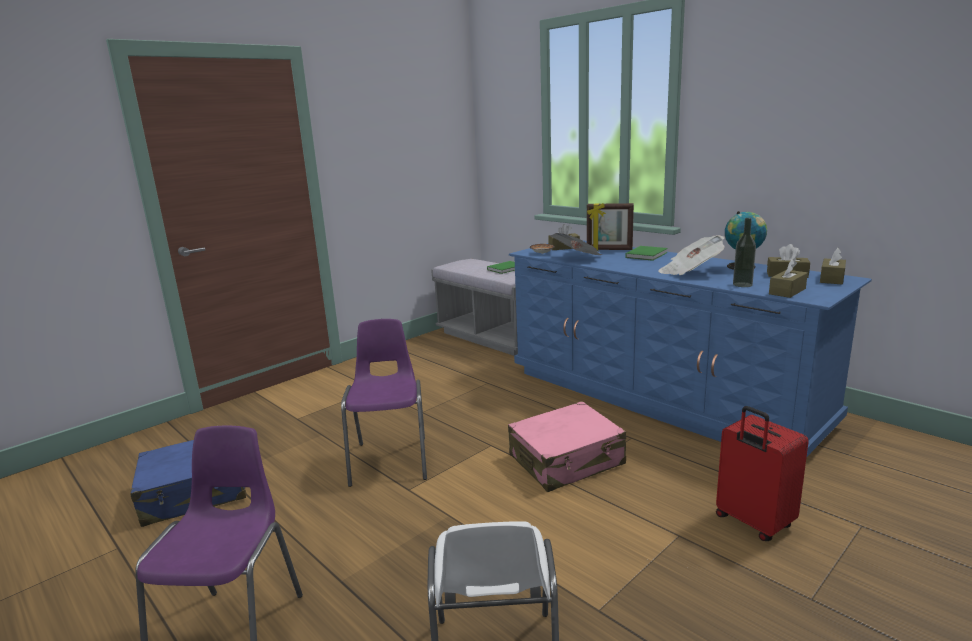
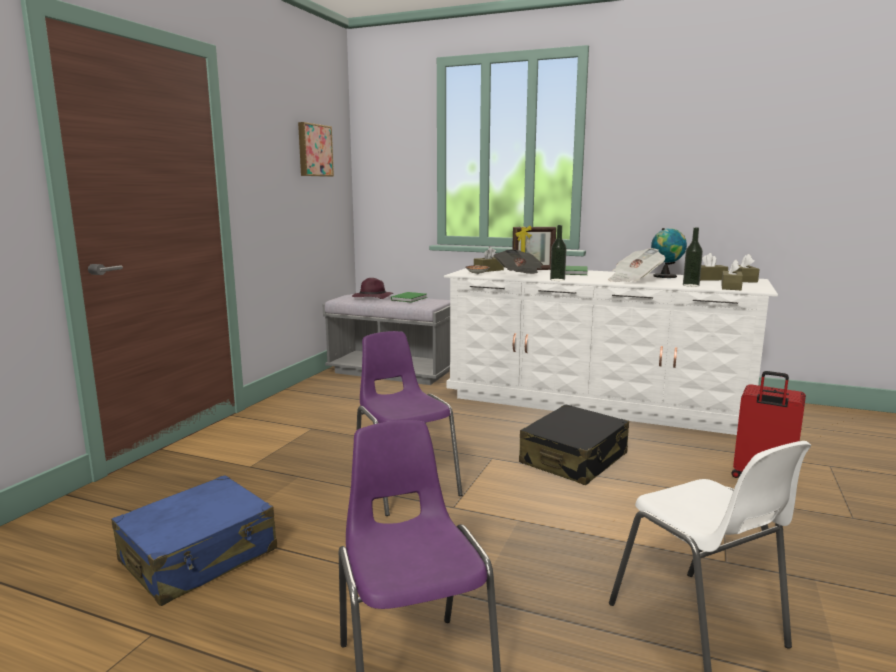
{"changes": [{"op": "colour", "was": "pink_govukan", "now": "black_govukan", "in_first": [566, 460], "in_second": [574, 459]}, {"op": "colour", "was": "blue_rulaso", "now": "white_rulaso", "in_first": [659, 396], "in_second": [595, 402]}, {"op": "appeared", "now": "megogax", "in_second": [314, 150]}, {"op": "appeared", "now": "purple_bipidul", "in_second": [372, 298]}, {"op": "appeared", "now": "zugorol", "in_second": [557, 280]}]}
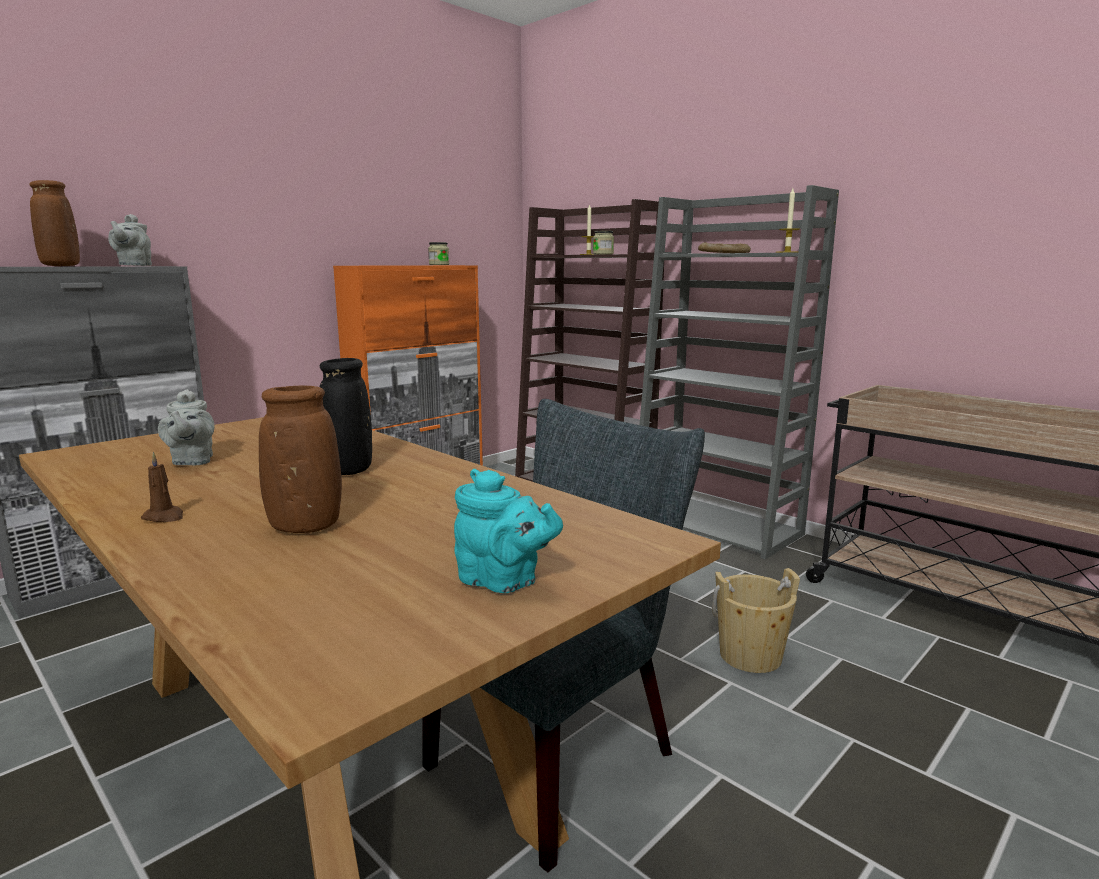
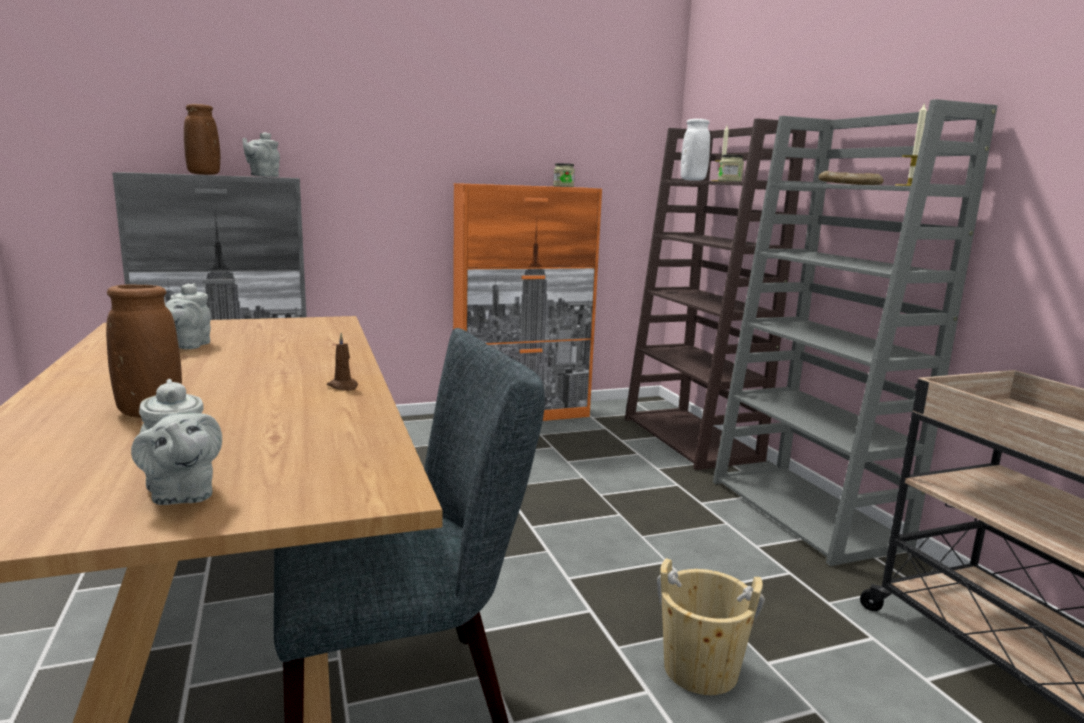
{"changes": [{"op": "relocated", "was": "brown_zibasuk", "in_first": [164, 517], "in_second": [343, 386]}, {"op": "missing", "was": "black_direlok", "in_first": [348, 471]}, {"op": "colour", "was": "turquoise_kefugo", "now": "grey_kefugo", "in_first": [503, 582], "in_second": [181, 494]}, {"op": "appeared", "now": "white_direlok", "in_second": [693, 180]}]}
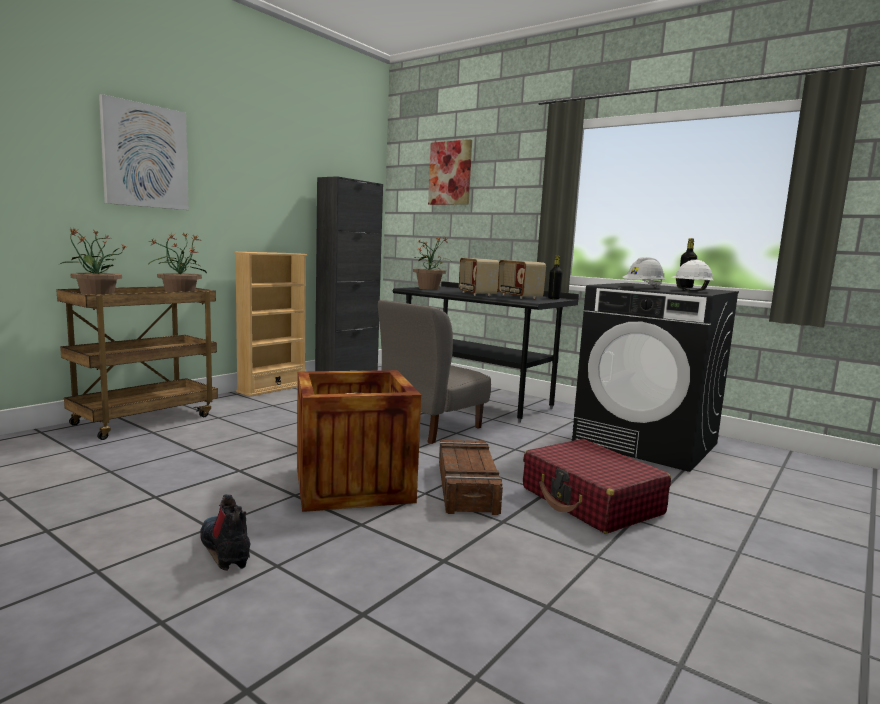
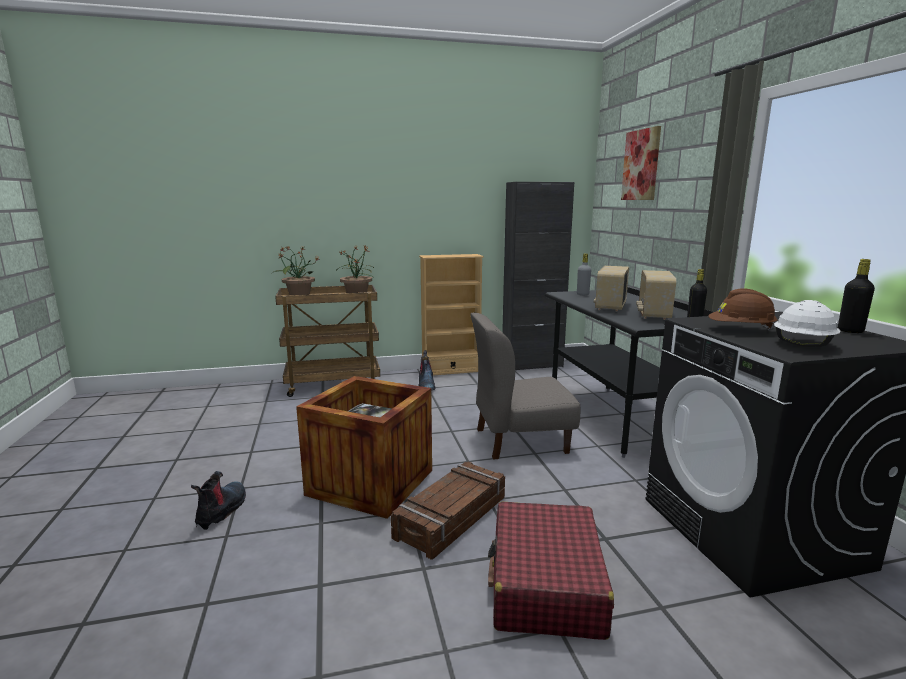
{"changes": [{"op": "missing", "was": "megogax", "in_first": [145, 156]}, {"op": "exchanged", "was": "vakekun", "now": "grey_zugorol", "in_first": [429, 288], "in_second": [582, 294]}, {"op": "colour", "was": "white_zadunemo", "now": "brown_zadunemo", "in_first": [643, 287], "in_second": [740, 330]}, {"op": "appeared", "now": "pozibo", "in_second": [426, 385]}]}
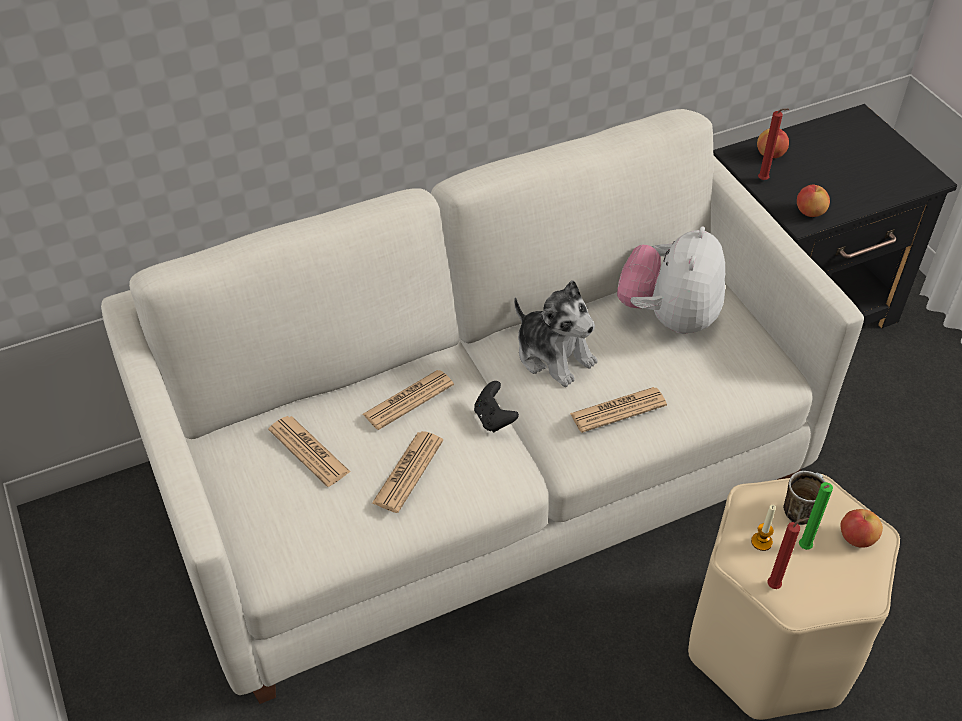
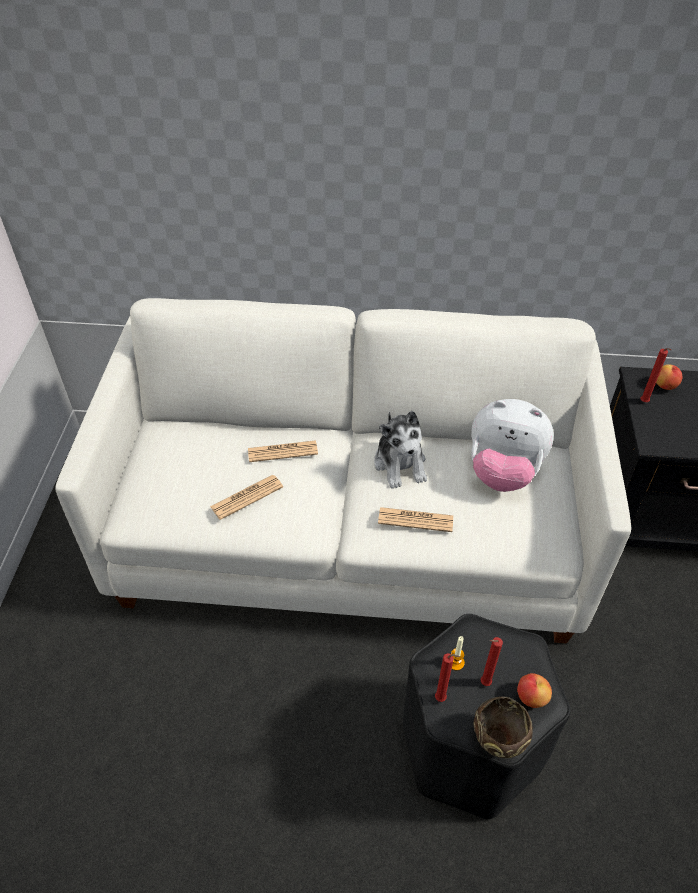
{"changes": [{"op": "missing", "was": "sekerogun", "in_first": [309, 451]}, {"op": "missing", "was": "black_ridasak", "in_first": [494, 419]}, {"op": "spun", "was": "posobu", "in_first": [669, 317], "in_second": [503, 472], "clockwise": -120}, {"op": "colour", "was": "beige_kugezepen", "now": "black_kugezepen", "in_first": [771, 646], "in_second": [470, 749]}, {"op": "missing", "was": "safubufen", "in_first": [800, 509]}, {"op": "missing", "was": "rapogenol", "in_first": [809, 212]}, {"op": "colour", "was": "green_zibasuk", "now": "red_zibasuk", "in_first": [803, 548], "in_second": [483, 683]}, {"op": "appeared", "now": "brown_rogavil", "in_second": [498, 741]}]}
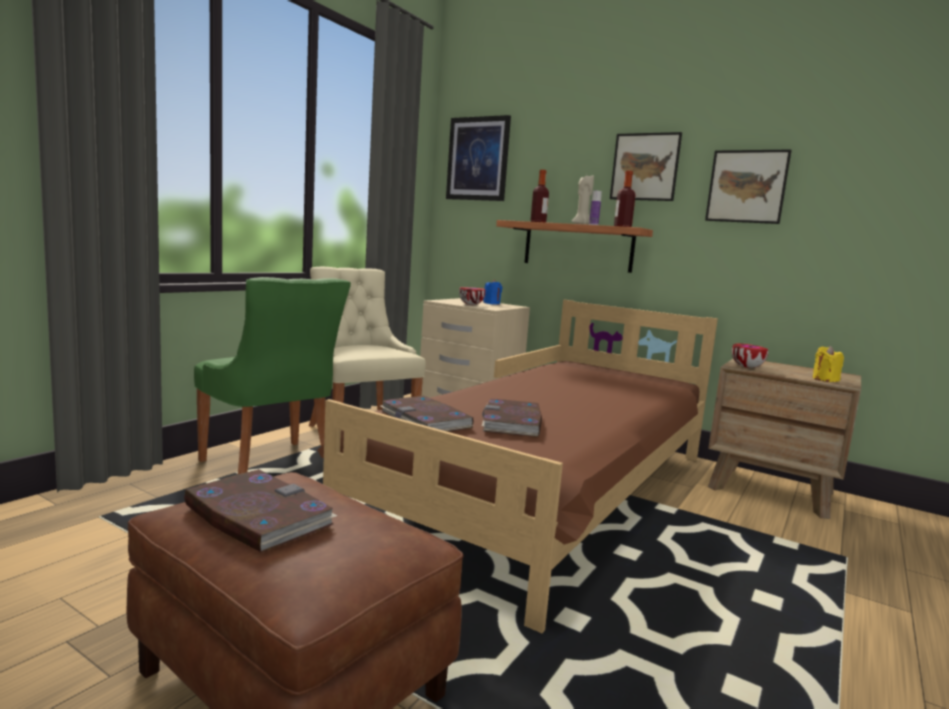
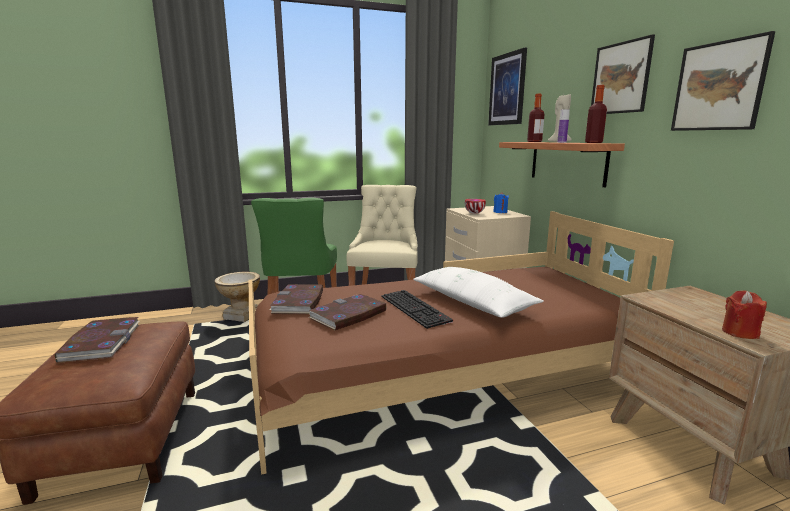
{"changes": [{"op": "missing", "was": "rogavil", "in_first": [746, 367]}, {"op": "colour", "was": "yellow_zibasuk", "now": "red_zibasuk", "in_first": [825, 379], "in_second": [739, 332]}, {"op": "appeared", "now": "direlok", "in_second": [241, 316]}, {"op": "appeared", "now": "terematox", "in_second": [416, 308]}, {"op": "appeared", "now": "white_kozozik", "in_second": [472, 303]}]}
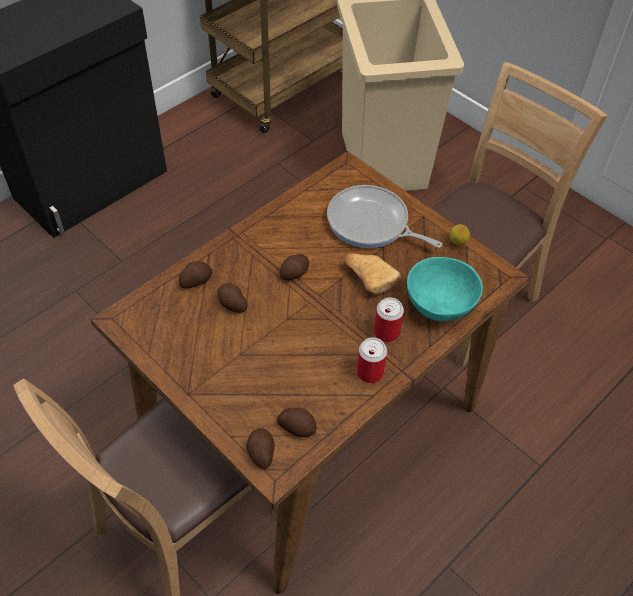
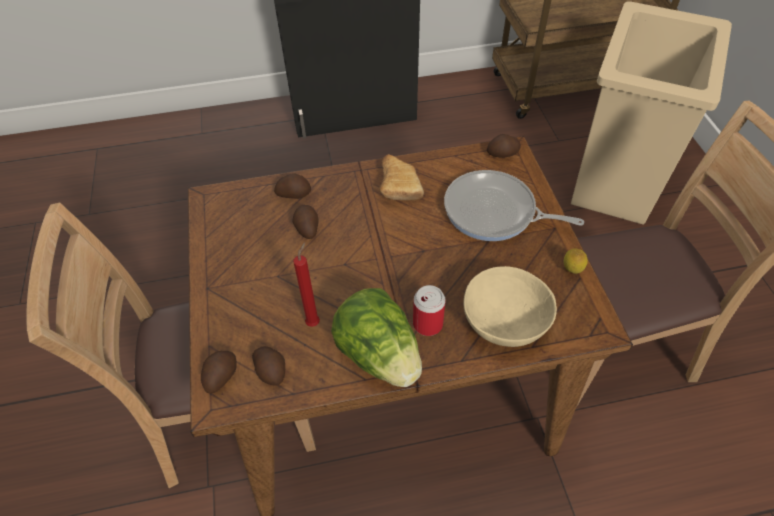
{"changes": [{"op": "relocated", "was": "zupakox", "in_first": [295, 273], "in_second": [503, 154]}, {"op": "spun", "was": "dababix", "in_first": [371, 224], "in_second": [494, 212], "clockwise": -45}, {"op": "relocated", "was": "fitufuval", "in_first": [368, 277], "in_second": [398, 184]}, {"op": "exchanged", "was": "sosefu", "now": "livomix", "in_first": [370, 372], "in_second": [380, 355]}, {"op": "colour", "was": "turquoise_rogavil", "now": "beige_rogavil", "in_first": [438, 306], "in_second": [502, 324]}, {"op": "appeared", "now": "red_zibasuk", "in_second": [314, 322]}]}
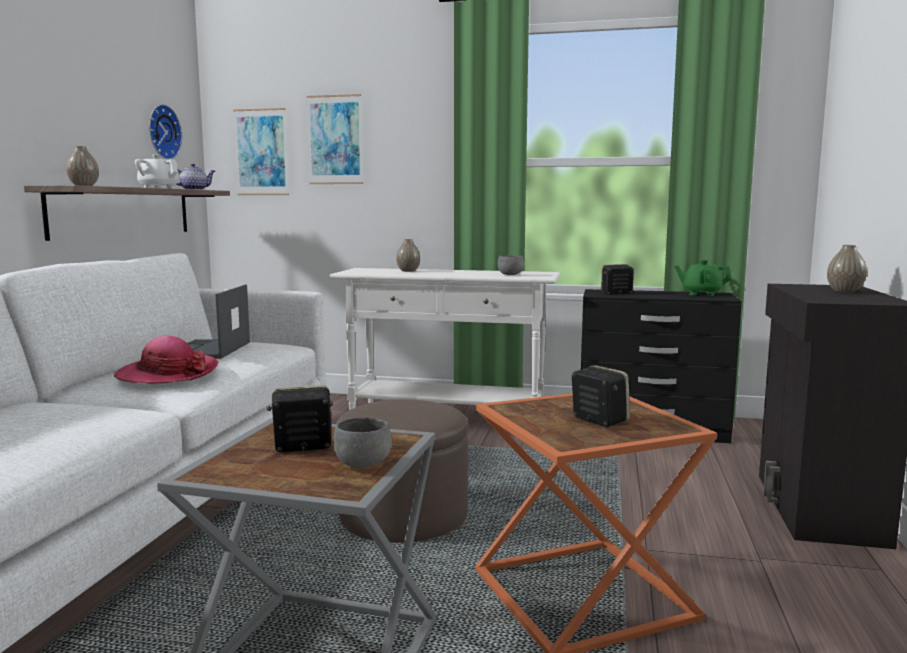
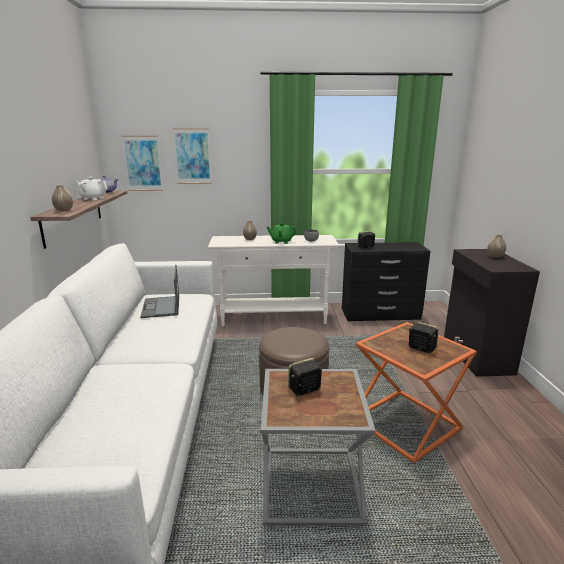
{"changes": [{"op": "missing", "was": "bipidul", "in_first": [167, 374]}, {"op": "missing", "was": "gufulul", "in_first": [162, 132]}, {"op": "missing", "was": "grey_rogavil", "in_first": [363, 464]}, {"op": "relocated", "was": "green_kefugo", "in_first": [701, 294], "in_second": [281, 241]}]}
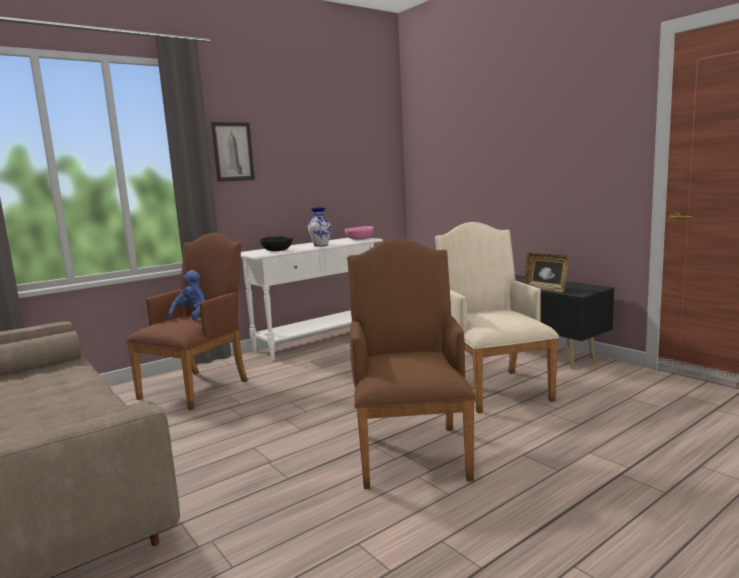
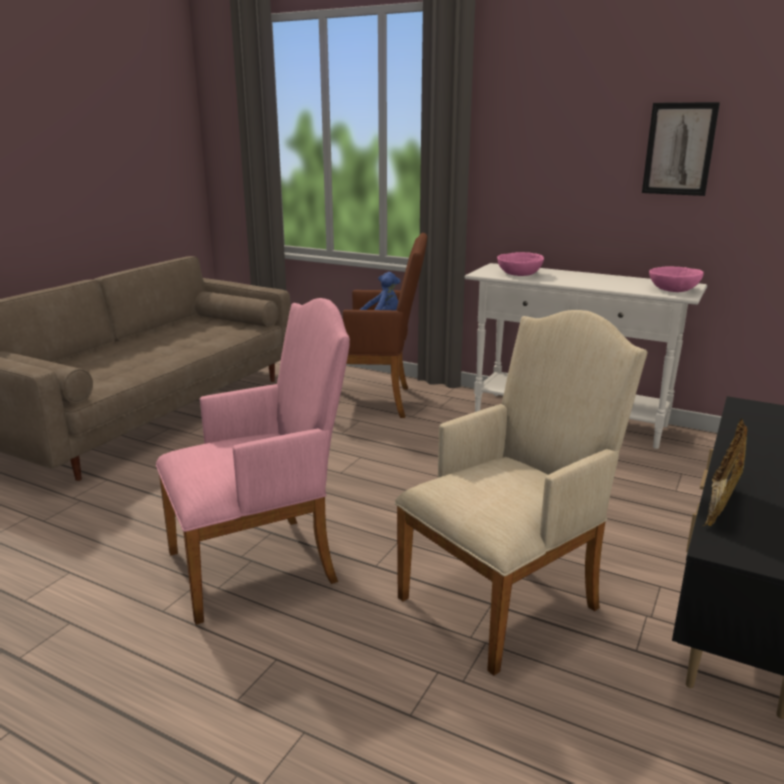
{"changes": [{"op": "relocated", "was": "megogax", "in_first": [233, 151], "in_second": [679, 149]}, {"op": "colour", "was": "black_rogavil", "now": "pink_rogavil", "in_first": [277, 250], "in_second": [520, 274]}, {"op": "missing", "was": "direlok", "in_first": [320, 245]}, {"op": "colour", "was": "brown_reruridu", "now": "pink_reruridu", "in_first": [411, 450], "in_second": [263, 563]}]}
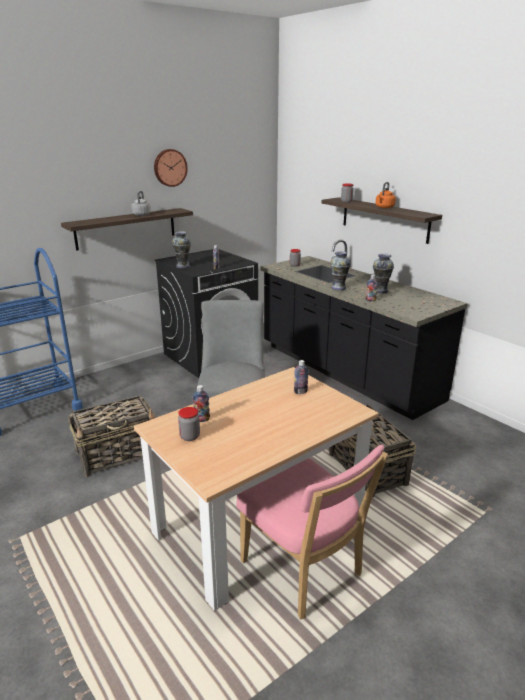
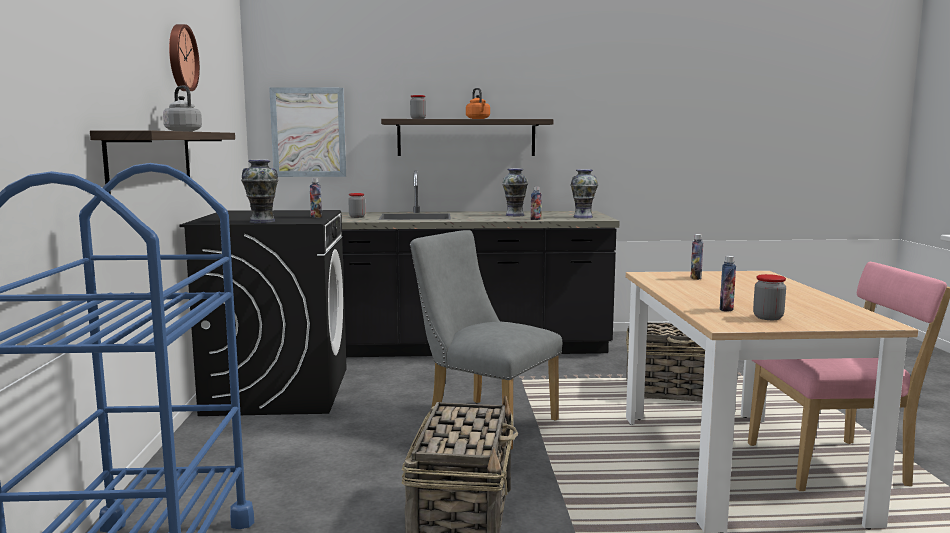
{"changes": [{"op": "relocated", "was": "direlok", "in_first": [339, 287], "in_second": [583, 217]}, {"op": "appeared", "now": "megogax", "in_second": [308, 132]}]}
